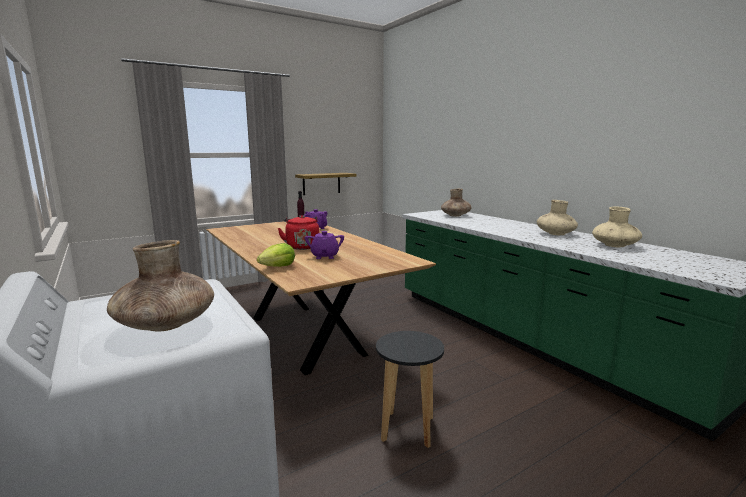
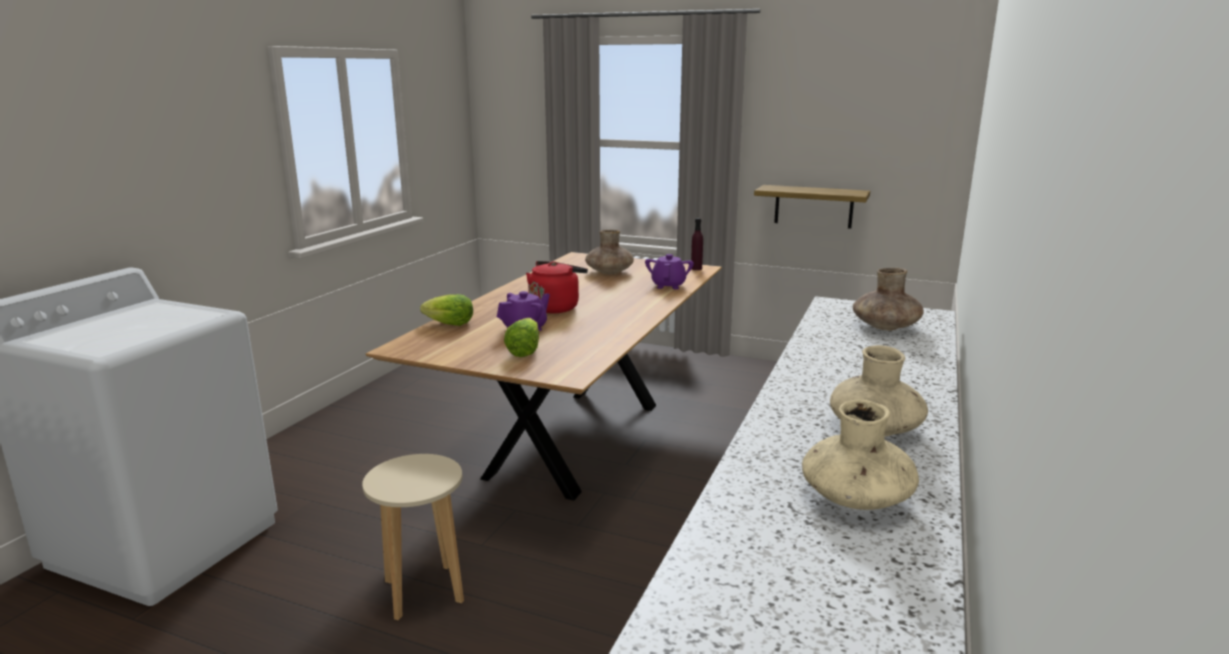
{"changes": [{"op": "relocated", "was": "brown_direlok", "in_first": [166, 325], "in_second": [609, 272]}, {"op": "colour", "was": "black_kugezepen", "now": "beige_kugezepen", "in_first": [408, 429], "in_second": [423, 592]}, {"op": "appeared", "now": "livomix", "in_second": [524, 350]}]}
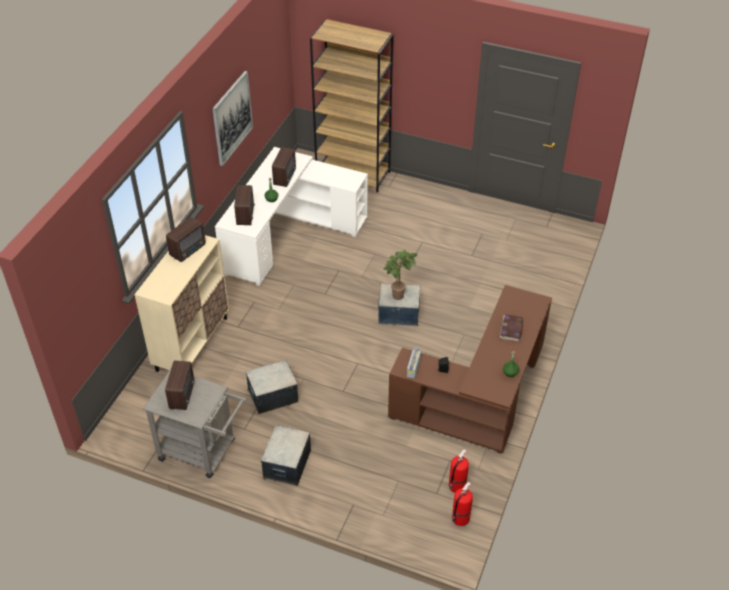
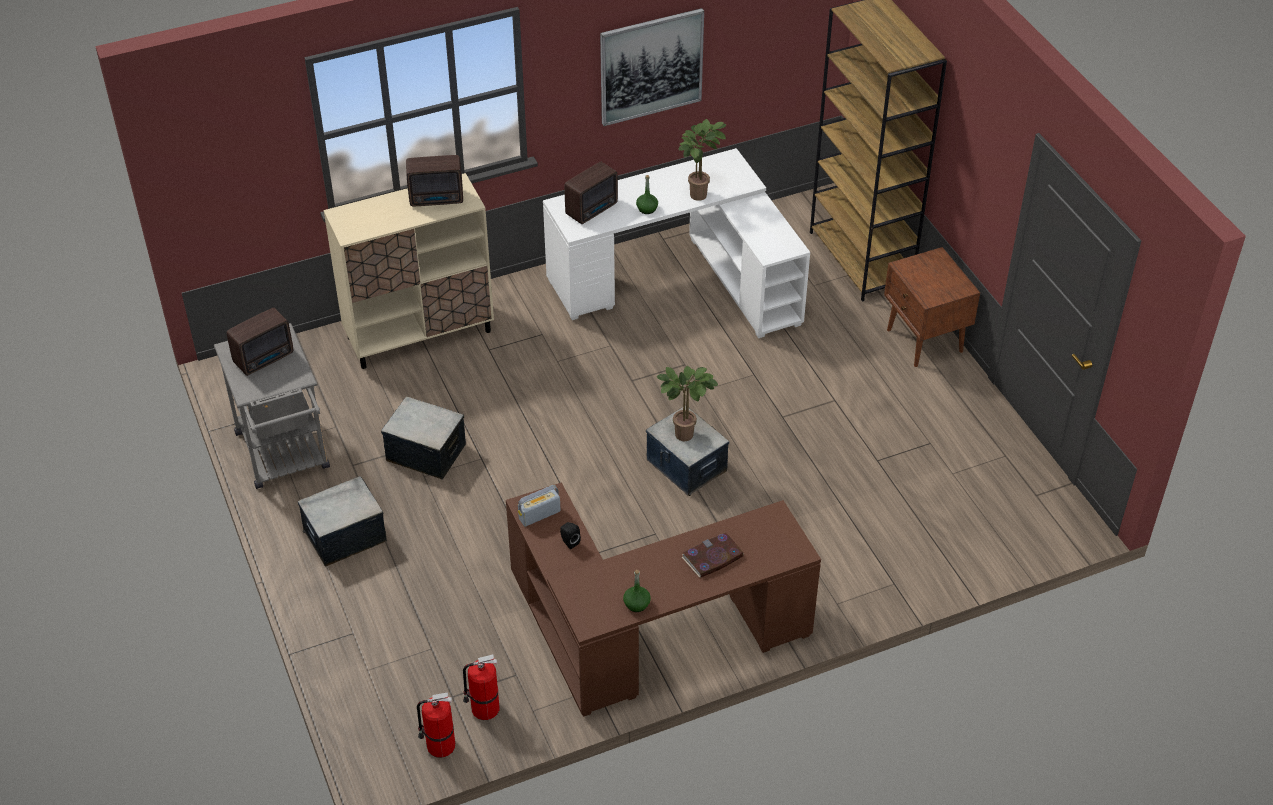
{"changes": [{"op": "exchanged", "was": "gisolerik", "now": "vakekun", "in_first": [285, 177], "in_second": [699, 193]}, {"op": "appeared", "now": "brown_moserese", "in_second": [924, 341]}]}
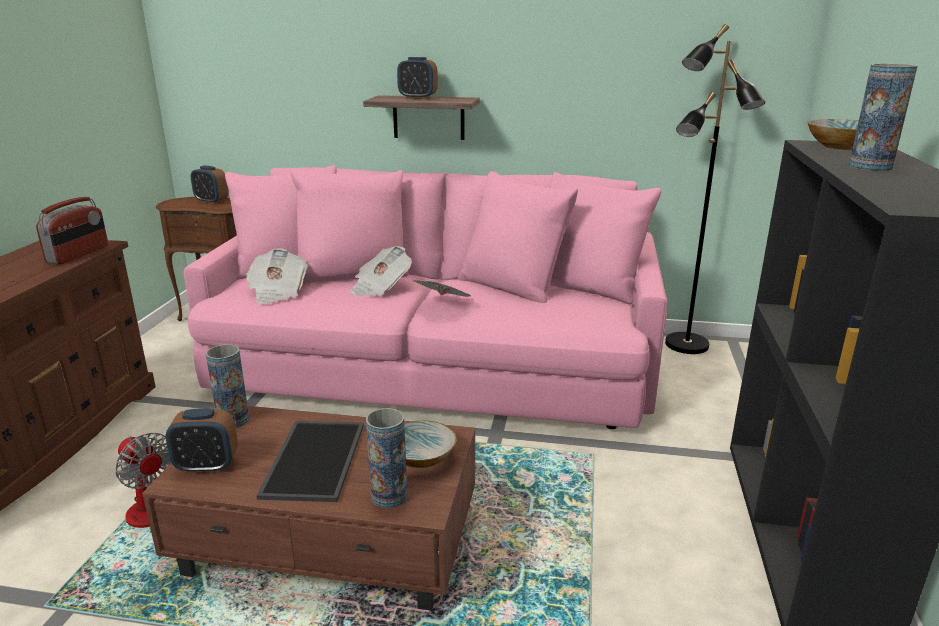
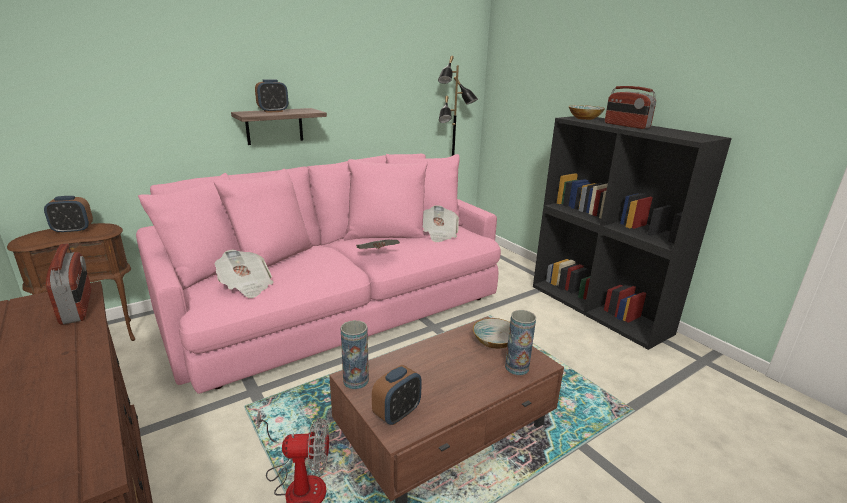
{"changes": [{"op": "missing", "was": "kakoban", "in_first": [312, 459]}, {"op": "relocated", "was": "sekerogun", "in_first": [380, 287], "in_second": [439, 234]}, {"op": "exchanged", "was": "direlok", "now": "gisolerik", "in_first": [870, 167], "in_second": [626, 125]}]}
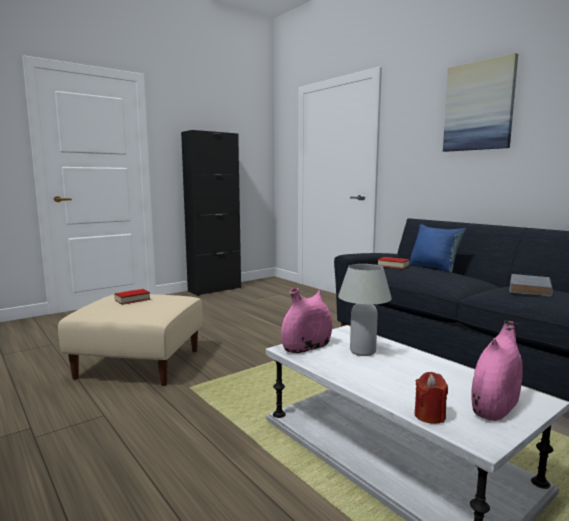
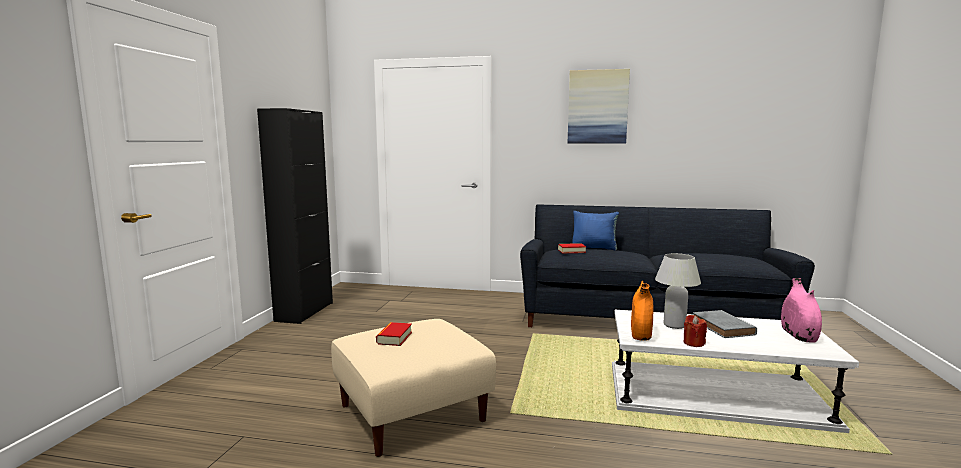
{"changes": [{"op": "colour", "was": "pink_direlok", "now": "orange_direlok", "in_first": [307, 347], "in_second": [640, 333]}, {"op": "relocated", "was": "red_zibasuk", "in_first": [429, 416], "in_second": [693, 343]}, {"op": "relocated", "was": "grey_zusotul", "in_first": [530, 289], "in_second": [724, 328]}]}
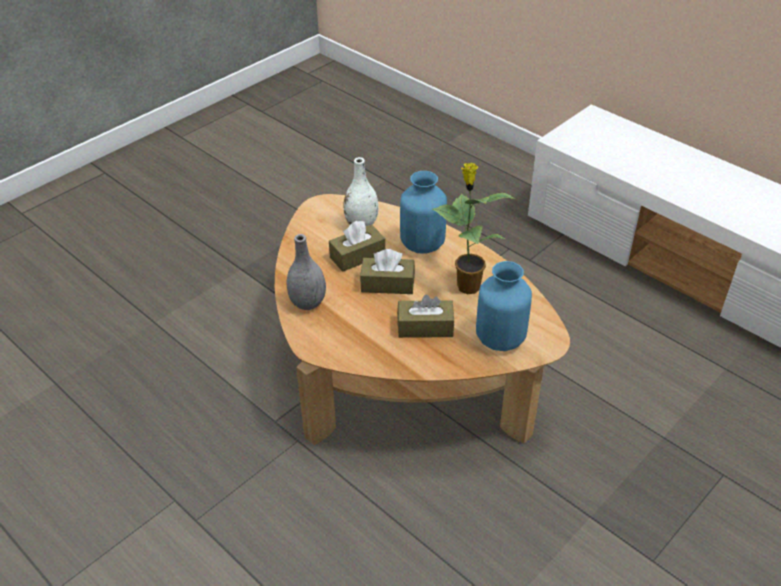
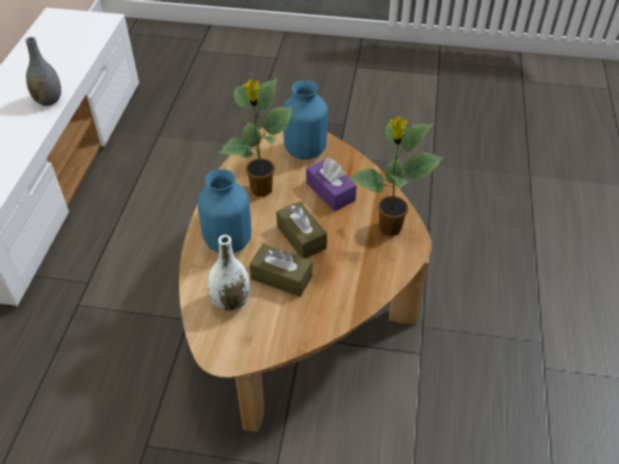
{"changes": [{"op": "relocated", "was": "grey_direlok", "in_first": [307, 303], "in_second": [49, 100]}, {"op": "colour", "was": "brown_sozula", "now": "purple_sozula", "in_first": [425, 327], "in_second": [330, 192]}, {"op": "appeared", "now": "vakekun", "in_second": [389, 228]}]}
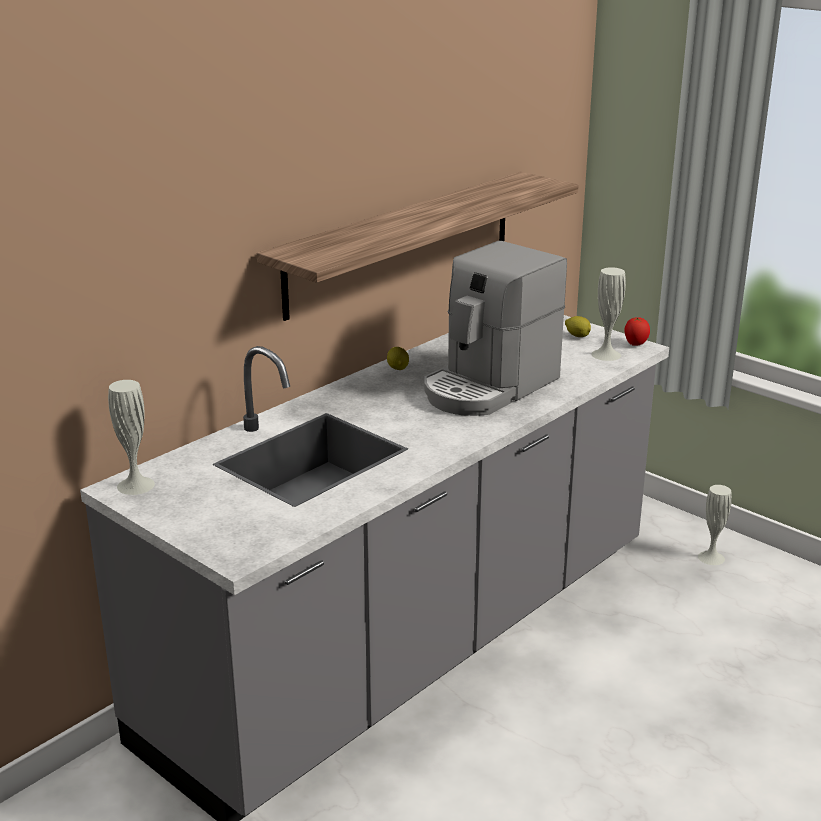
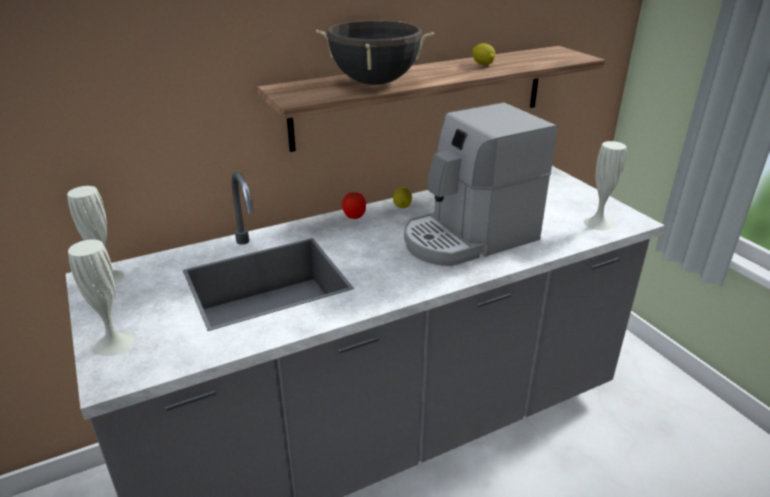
{"changes": [{"op": "relocated", "was": "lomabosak", "in_first": [577, 336], "in_second": [482, 64]}, {"op": "relocated", "was": "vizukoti", "in_first": [635, 344], "in_second": [354, 217]}, {"op": "relocated", "was": "white_direlok", "in_first": [711, 557], "in_second": [114, 343]}, {"op": "appeared", "now": "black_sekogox", "in_second": [374, 83]}]}
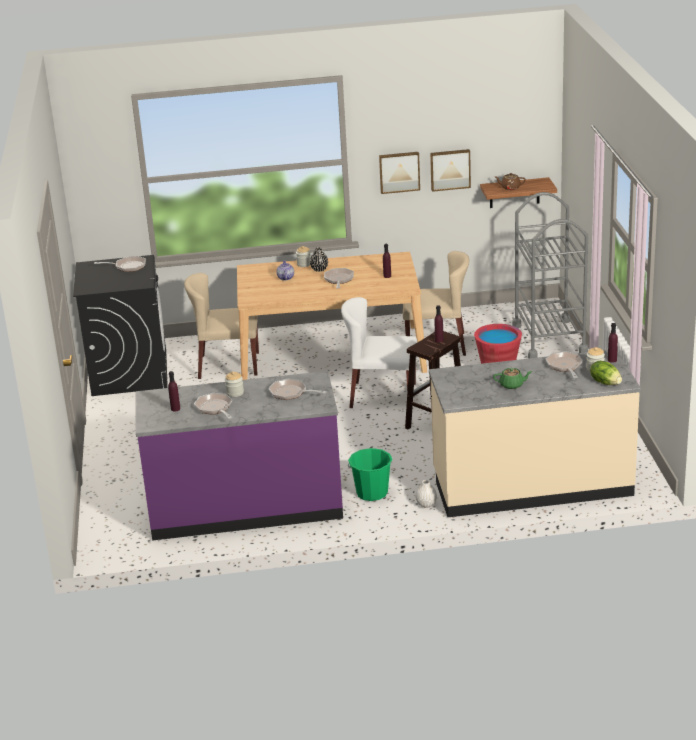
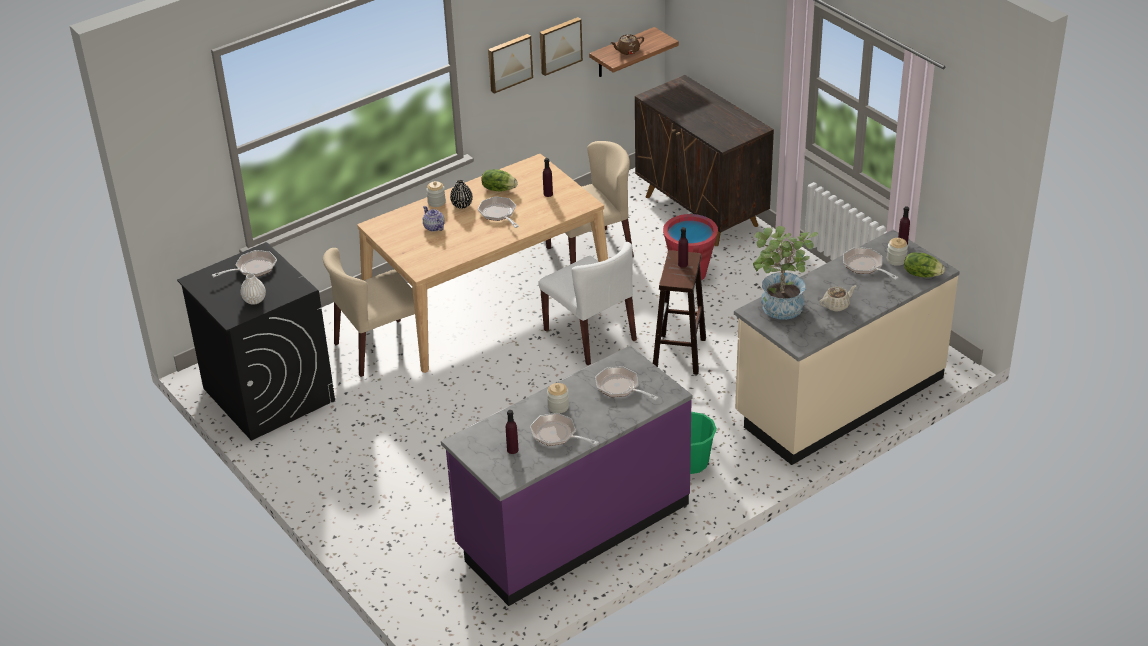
{"changes": [{"op": "spun", "was": "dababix", "in_first": [291, 393], "in_second": [620, 387], "clockwise": 45}, {"op": "spun", "was": "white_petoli", "in_first": [382, 395], "in_second": [590, 335], "clockwise": -105}, {"op": "relocated", "was": "white_direlok", "in_first": [426, 504], "in_second": [254, 300]}, {"op": "colour", "was": "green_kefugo", "now": "beige_kefugo", "in_first": [512, 385], "in_second": [836, 305]}, {"op": "exchanged", "was": "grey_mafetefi", "now": "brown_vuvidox", "in_first": [549, 339], "in_second": [701, 211]}, {"op": "appeared", "now": "livomix", "in_second": [498, 189]}, {"op": "appeared", "now": "vakekun", "in_second": [779, 310]}]}
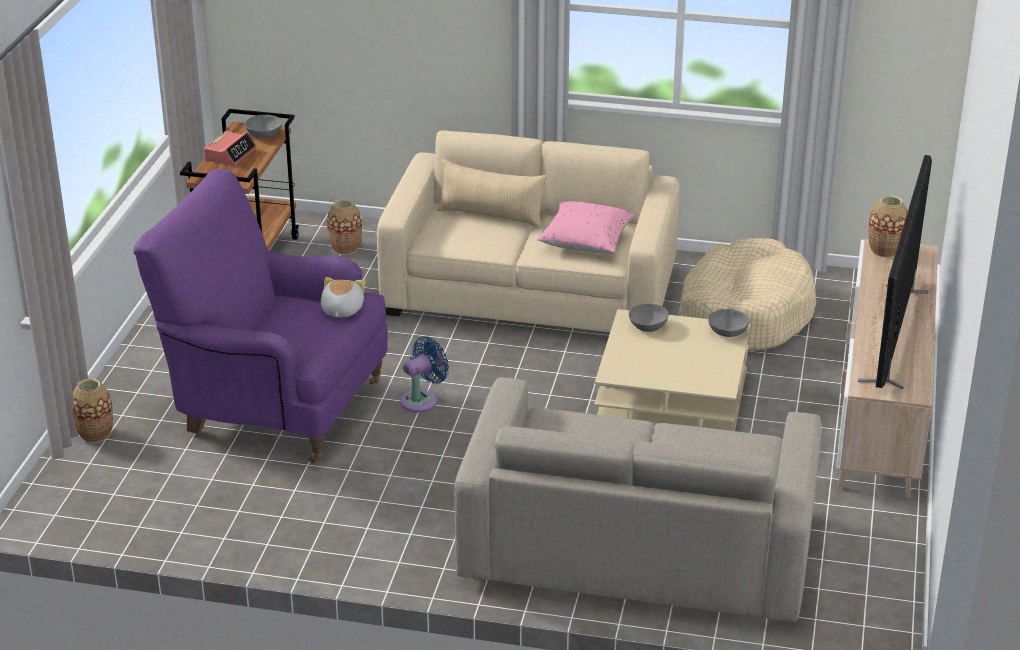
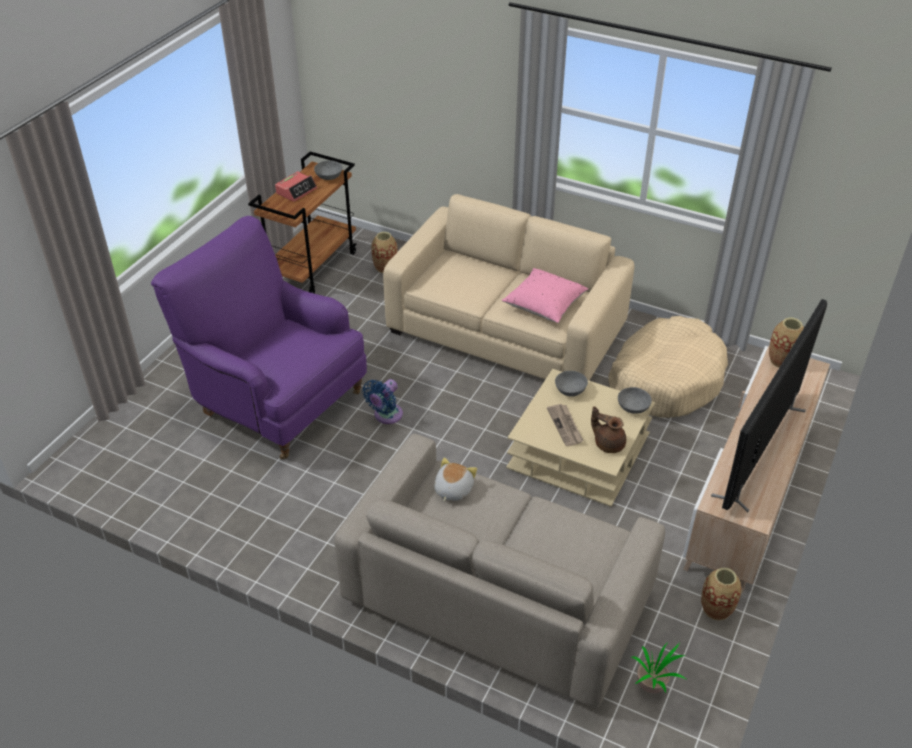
{"changes": [{"op": "relocated", "was": "direlok", "in_first": [95, 434], "in_second": [716, 609]}, {"op": "relocated", "was": "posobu", "in_first": [341, 310], "in_second": [452, 489]}, {"op": "spun", "was": "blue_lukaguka", "in_first": [422, 400], "in_second": [386, 416], "clockwise": 150}, {"op": "missing", "was": "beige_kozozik", "in_first": [491, 215]}, {"op": "appeared", "now": "sekerogun", "in_second": [565, 426]}, {"op": "appeared", "now": "brown_kefugo", "in_second": [608, 443]}, {"op": "appeared", "now": "vakekun", "in_second": [653, 686]}]}
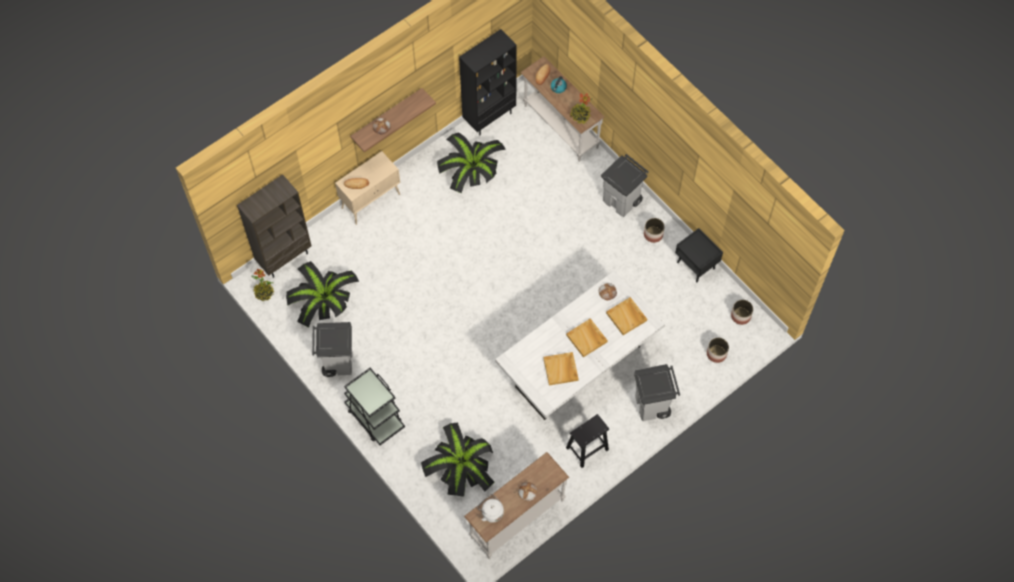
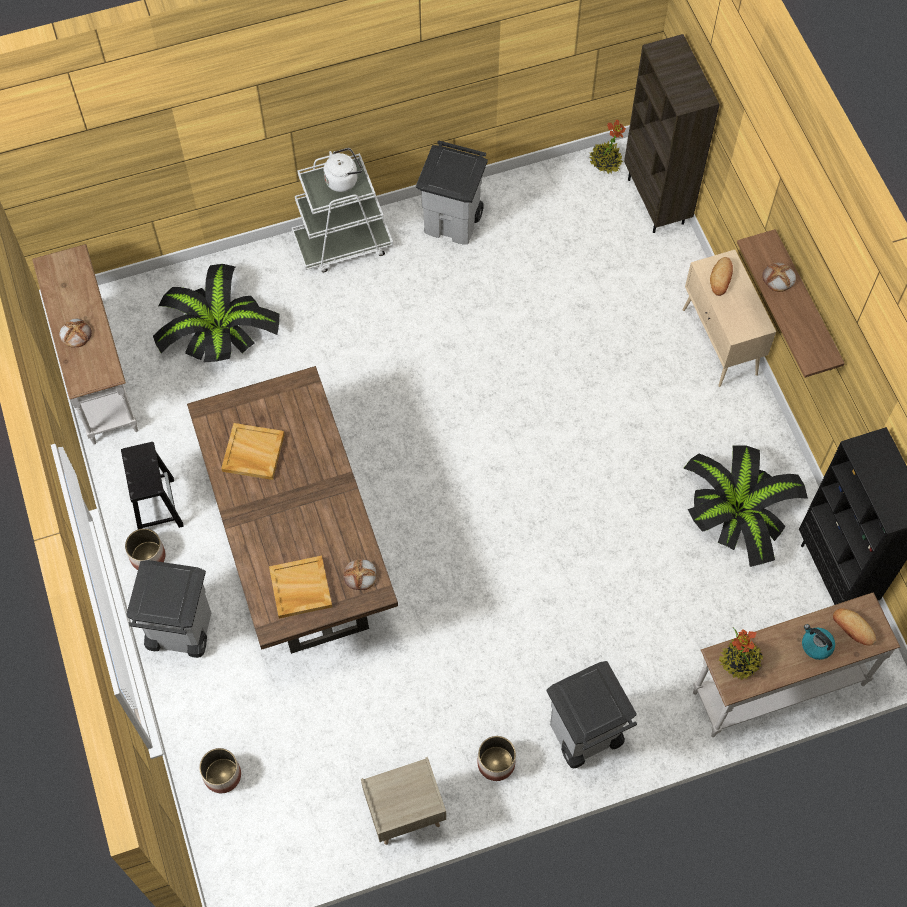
{"changes": [{"op": "missing", "was": "vakekun", "in_first": [322, 298]}, {"op": "colour", "was": "black_mafetefi", "now": "white_mafetefi", "in_first": [375, 417], "in_second": [343, 244]}, {"op": "relocated", "was": "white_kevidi", "in_first": [491, 512], "in_second": [343, 179]}, {"op": "colour", "was": "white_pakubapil", "now": "brown_pakubapil", "in_first": [578, 366], "in_second": [299, 544]}, {"op": "missing", "was": "beige_kakoban", "in_first": [587, 338]}, {"op": "colour", "was": "black_moserese", "now": "beige_moserese", "in_first": [696, 265], "in_second": [404, 813]}, {"op": "relocated", "was": "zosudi", "in_first": [740, 316], "in_second": [147, 556]}]}
